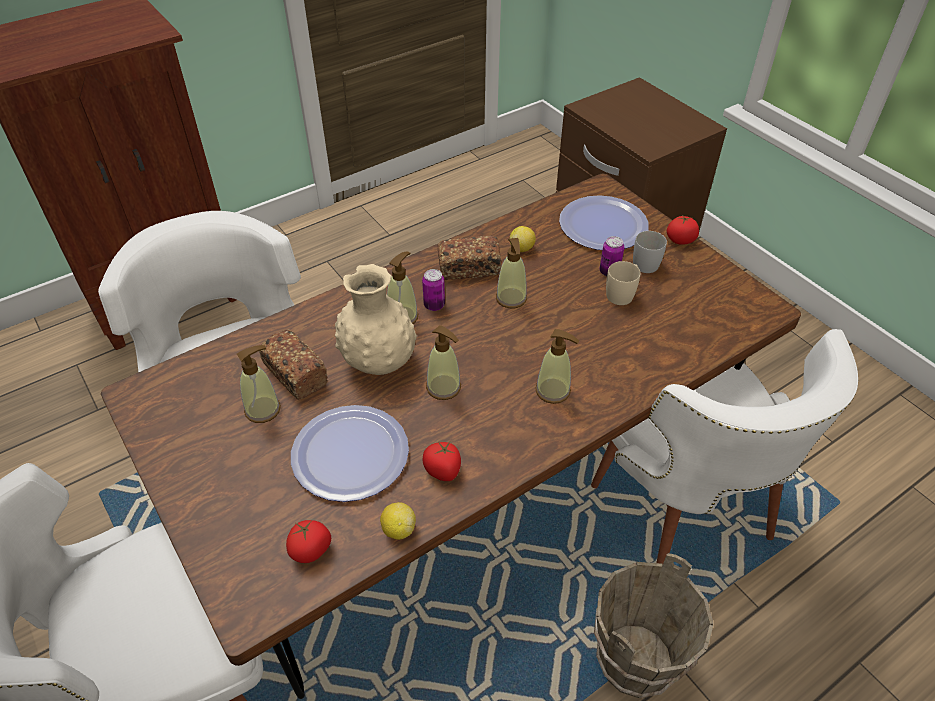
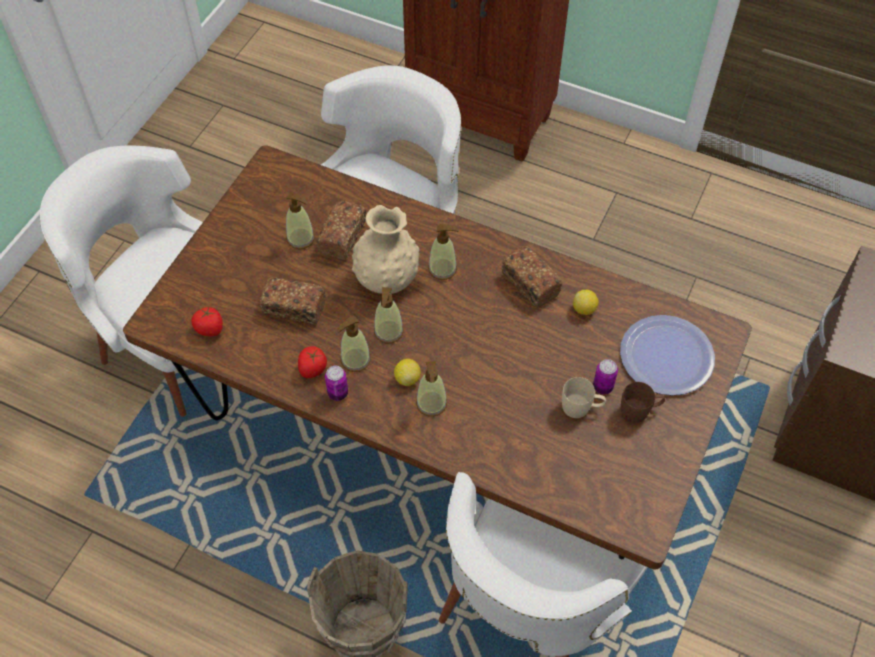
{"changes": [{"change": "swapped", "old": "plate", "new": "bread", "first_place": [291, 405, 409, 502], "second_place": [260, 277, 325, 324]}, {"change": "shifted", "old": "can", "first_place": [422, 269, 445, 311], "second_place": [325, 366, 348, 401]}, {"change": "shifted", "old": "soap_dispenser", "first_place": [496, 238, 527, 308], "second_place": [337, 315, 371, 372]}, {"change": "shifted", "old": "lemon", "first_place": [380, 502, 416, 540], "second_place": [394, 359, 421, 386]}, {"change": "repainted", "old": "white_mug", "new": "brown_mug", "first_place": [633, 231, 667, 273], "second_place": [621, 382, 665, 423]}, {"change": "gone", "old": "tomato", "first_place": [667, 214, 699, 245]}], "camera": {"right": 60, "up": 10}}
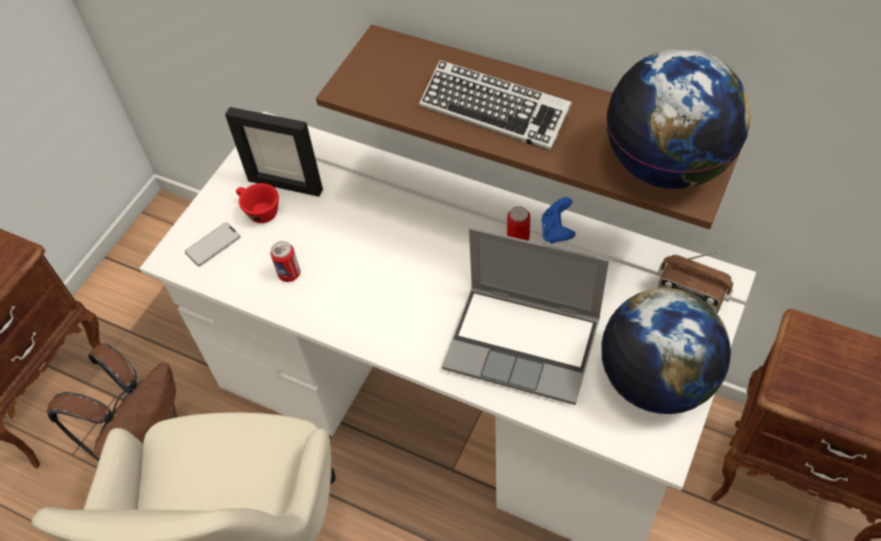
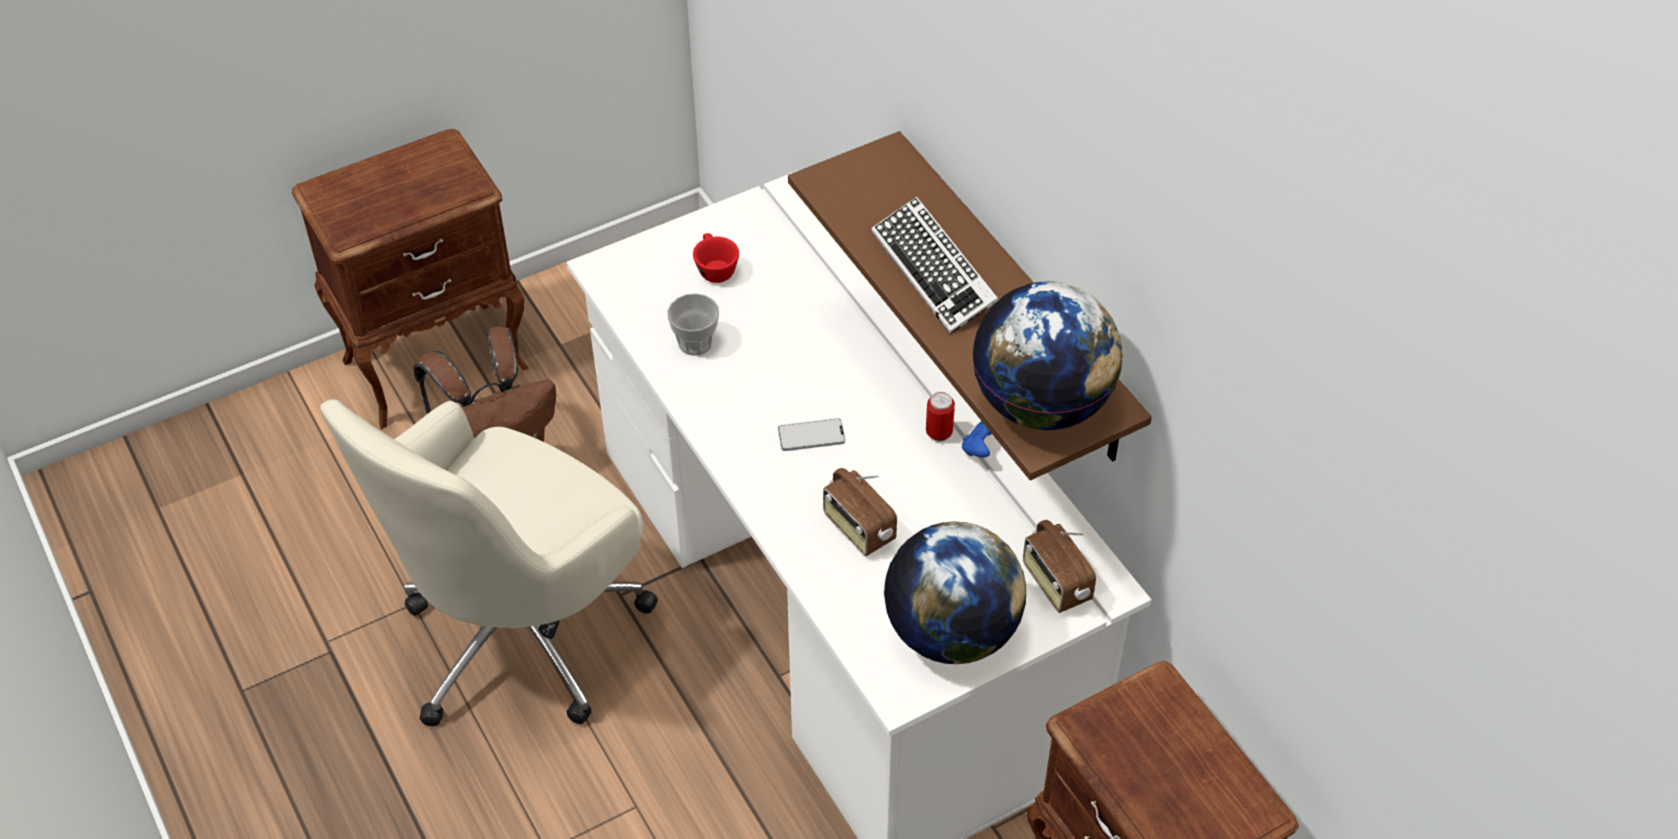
{"changes": [{"change": "swapped", "old": "can", "new": "cup", "first_place": [270, 241, 300, 282], "second_place": [667, 293, 719, 356]}, {"change": "shifted", "old": "phone", "first_place": [185, 223, 240, 266], "second_place": [778, 418, 845, 451]}, {"change": "swapped", "old": "laptop", "new": "radio", "first_place": [442, 227, 609, 405], "second_place": [823, 468, 897, 556]}, {"change": "gone", "old": "picture_frame", "first_place": [225, 107, 323, 197]}], "camera": {"right": 30, "up": -5}}
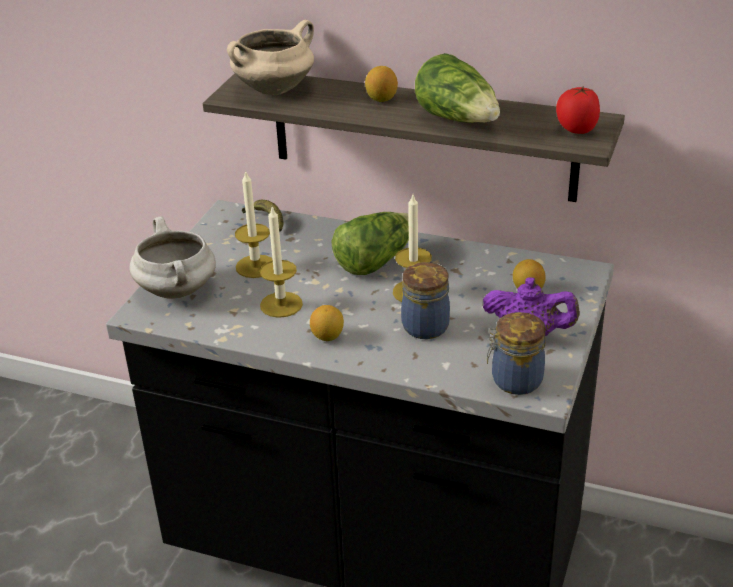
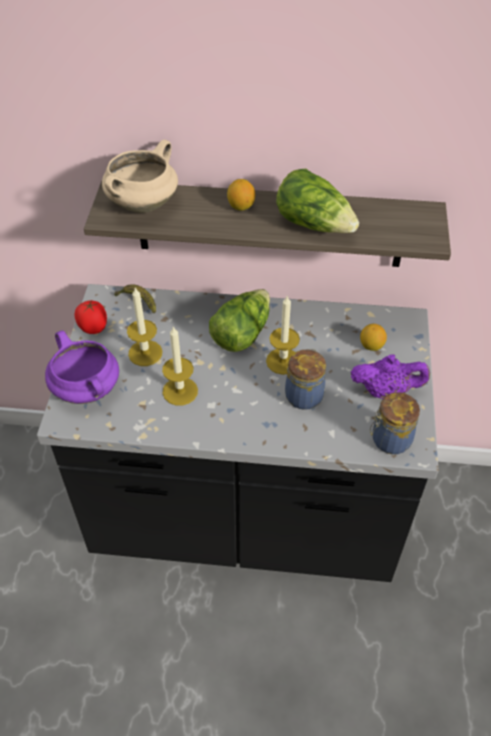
{"changes": [{"change": "repainted", "old": "white_cooking_pot", "new": "purple_cooking_pot", "first_place": [130, 217, 216, 299], "second_place": [45, 330, 119, 404]}, {"change": "shifted", "old": "tomato", "first_place": [556, 86, 600, 134], "second_place": [75, 300, 107, 334]}, {"change": "gone", "old": "lemon", "first_place": [310, 305, 344, 341]}], "camera": {"right": -15, "up": 15}}
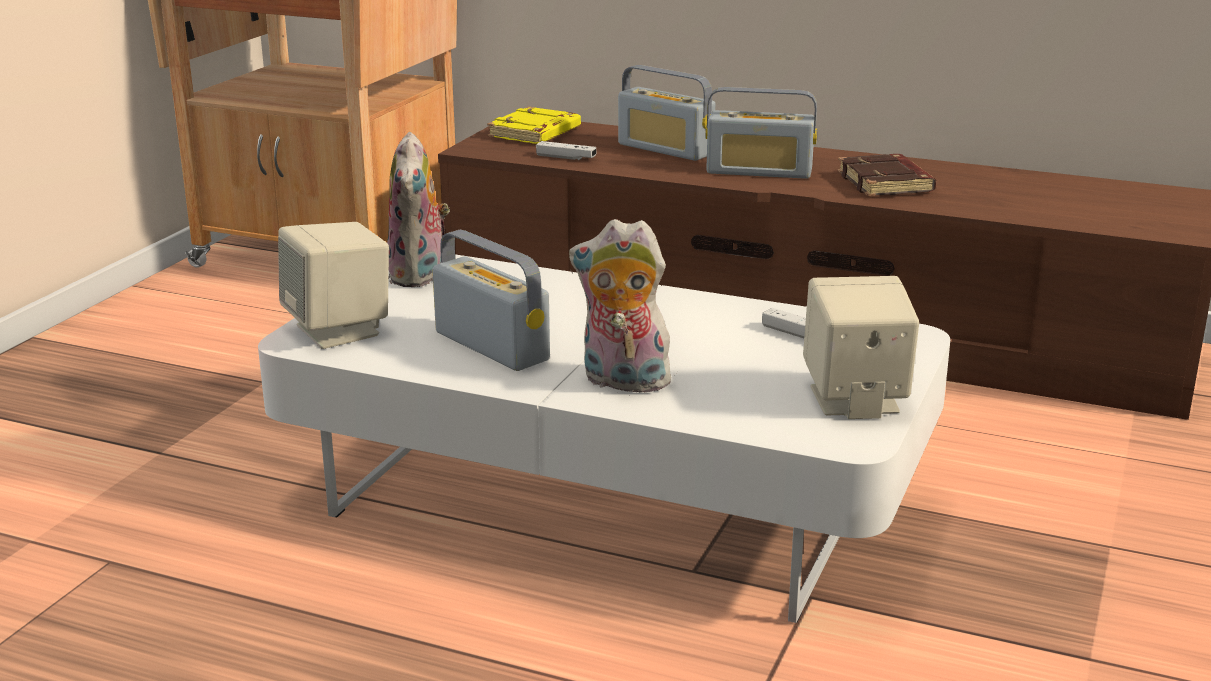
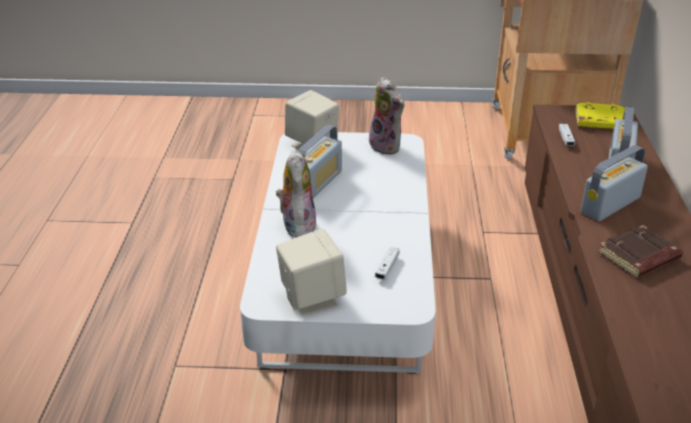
{"changes": [{"change": "rotated", "old": "plush_toy", "first_place": [387, 132, 450, 287], "second_place": [367, 77, 404, 155], "degrees": -105}, {"change": "rotated", "old": "radio", "first_place": [705, 87, 817, 179], "second_place": [581, 145, 648, 221], "degrees": 60}], "camera": {"right": 70, "up": 10}}
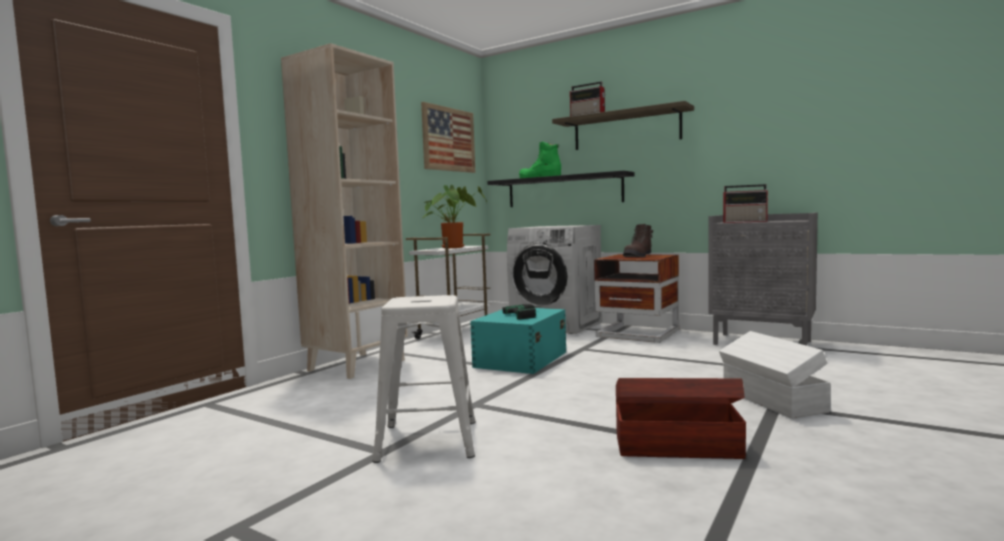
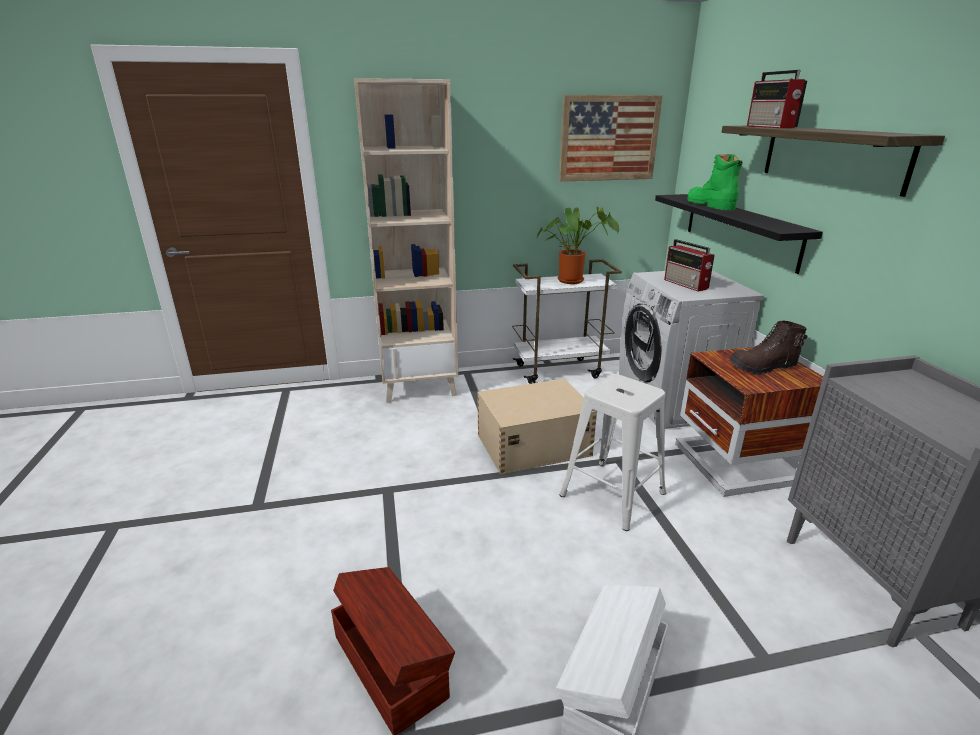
{"changes": [{"change": "repainted", "old": "turquoise_storage_box", "new": "beige_storage_box", "first_place": [470, 308, 566, 374], "second_place": [477, 379, 597, 475]}, {"change": "shifted", "old": "white_stool", "first_place": [372, 295, 476, 463], "second_place": [560, 374, 666, 531]}, {"change": "shifted", "old": "radio", "first_place": [723, 184, 769, 223], "second_place": [664, 239, 715, 291]}, {"change": "gone", "old": "power_drill", "first_place": [502, 304, 541, 320]}], "camera": {"right": 45, "up": 20}}
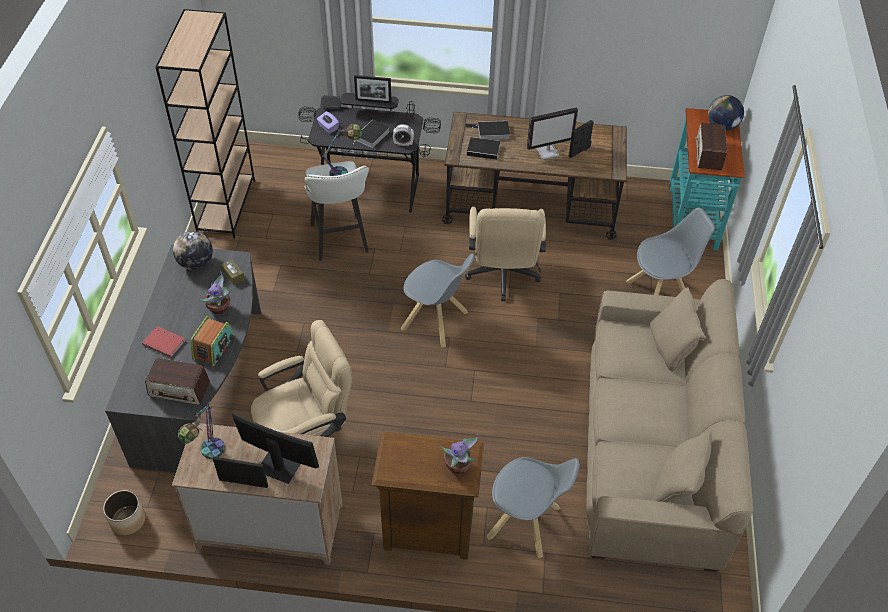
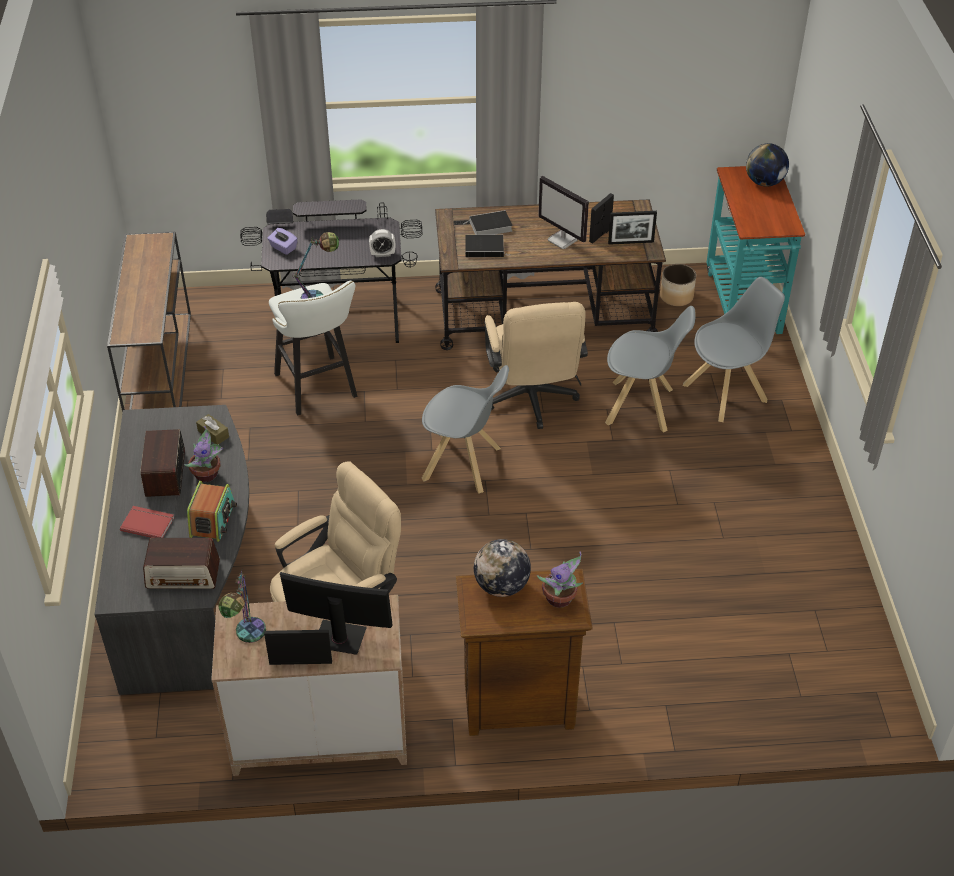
{"changes": [{"change": "swapped", "old": "beige_bookcase", "new": "brown_console_table", "first_place": [155, 9, 255, 239], "second_place": [107, 231, 191, 412]}, {"change": "shifted", "old": "radio", "first_place": [695, 123, 727, 170], "second_place": [140, 429, 185, 497]}, {"change": "shifted", "old": "globe", "first_place": [173, 231, 213, 270], "second_place": [474, 539, 531, 597]}, {"change": "rotated", "old": "monitor", "first_place": [527, 107, 578, 160], "second_place": [538, 176, 589, 249], "degrees": 75}, {"change": "shifted", "old": "grey_chair", "first_place": [487, 457, 580, 558], "second_place": [605, 306, 695, 433]}, {"change": "shifted", "old": "picture_frame", "first_place": [354, 75, 391, 103], "second_place": [608, 211, 657, 245]}, {"change": "shifted", "old": "planter", "first_place": [103, 490, 145, 535], "second_place": [660, 264, 696, 306]}, {"change": "gone", "old": "book", "first_place": [353, 120, 390, 148]}, {"change": "gone", "old": "beige_sofa", "first_place": [586, 279, 753, 572]}], "camera": {"right": -10, "up": -5}}
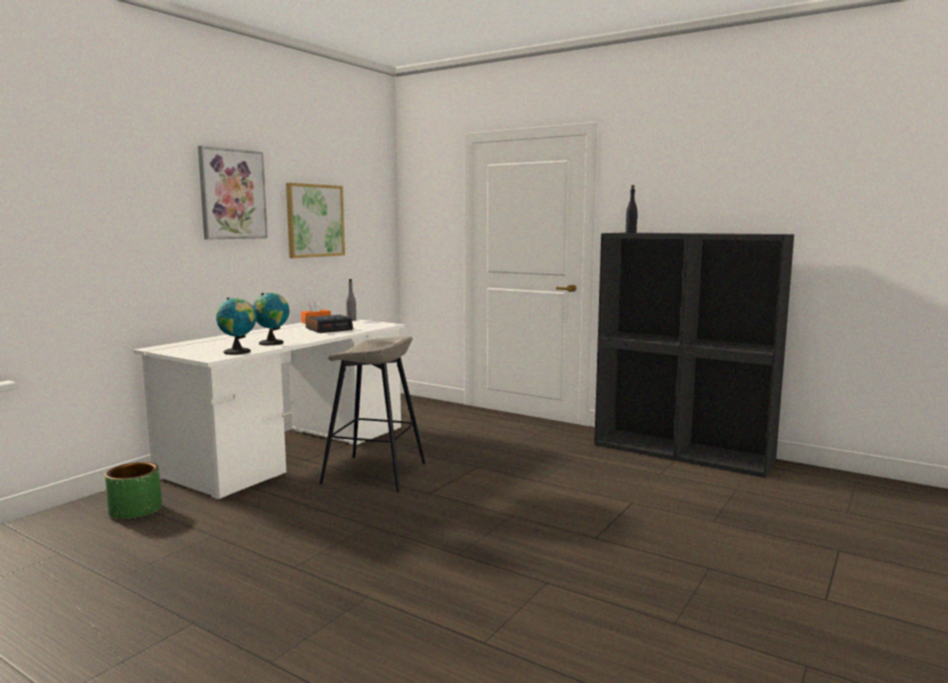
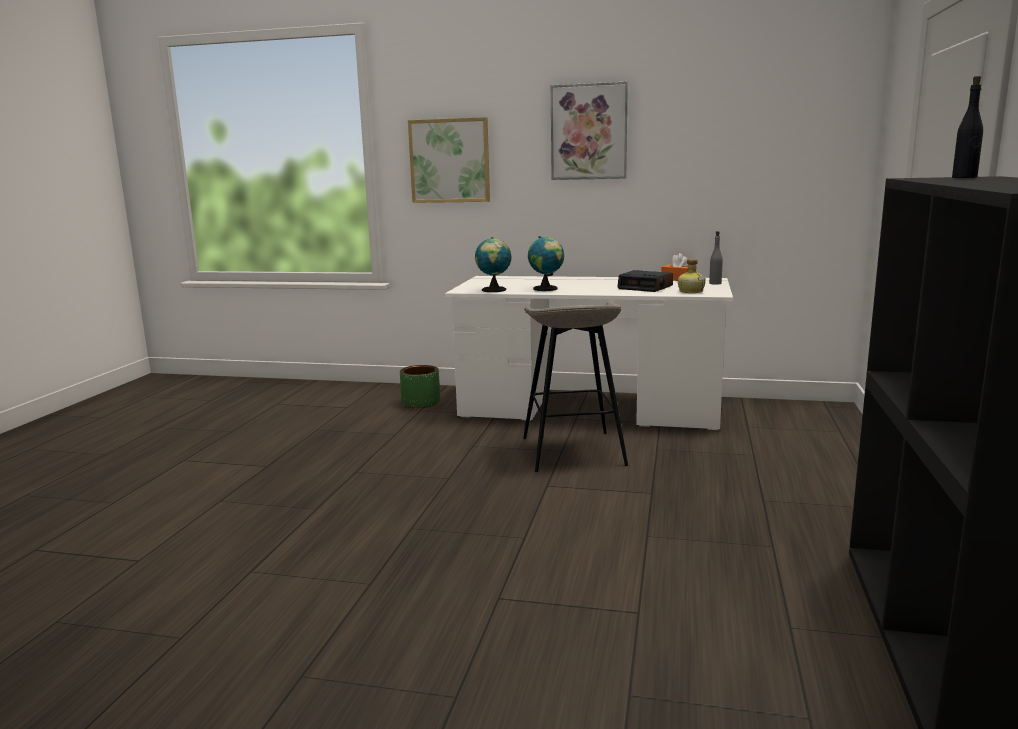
{"changes": [{"change": "shifted", "old": "picture", "first_place": [286, 183, 345, 258], "second_place": [408, 117, 490, 203]}, {"change": "new", "new": "bottle", "second_place": [678, 259, 706, 293]}], "camera": {"right": 70, "up": 5}}
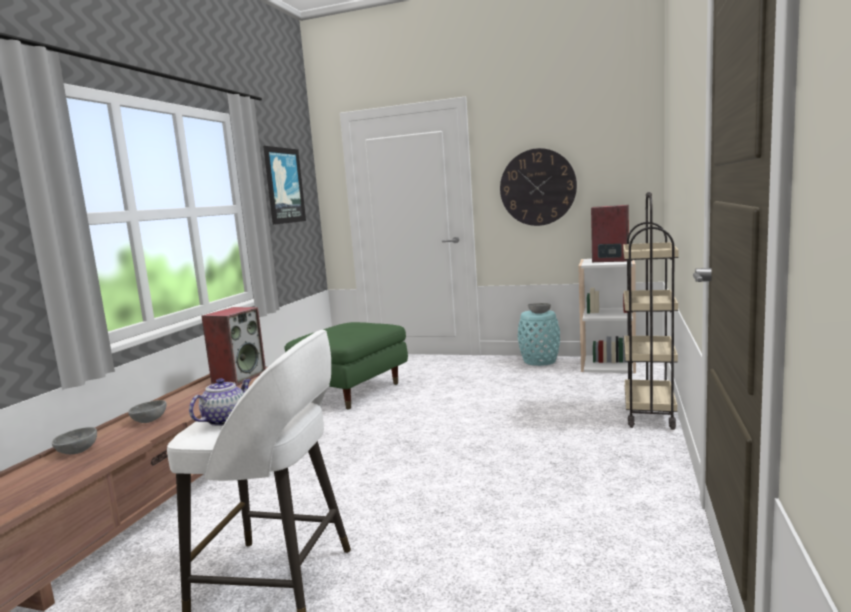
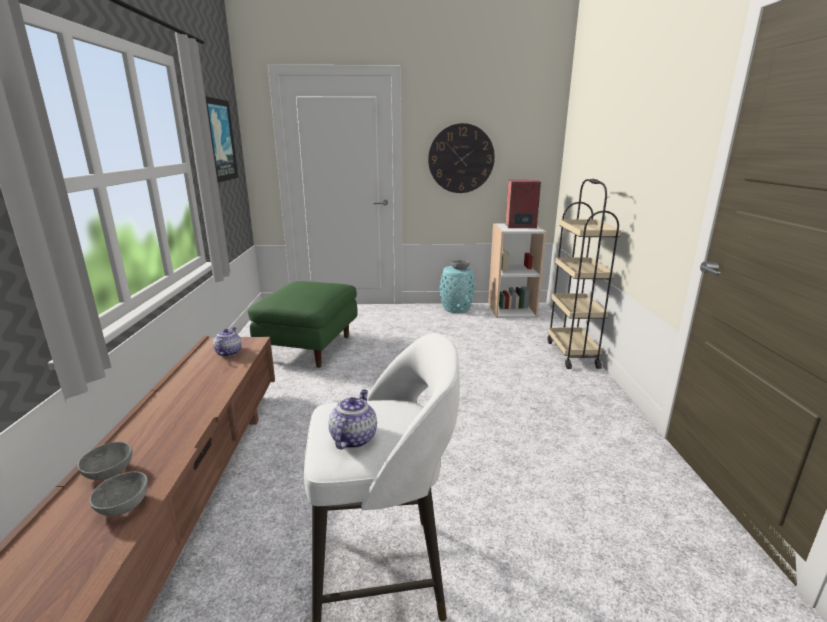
{"changes": [{"change": "shifted", "old": "grey_bowl", "first_place": [128, 400, 167, 423], "second_place": [89, 471, 148, 516]}, {"change": "swapped", "old": "speaker", "new": "teapot", "first_place": [201, 307, 266, 386], "second_place": [213, 327, 242, 357]}], "camera": {"right": -20, "up": 10}}
